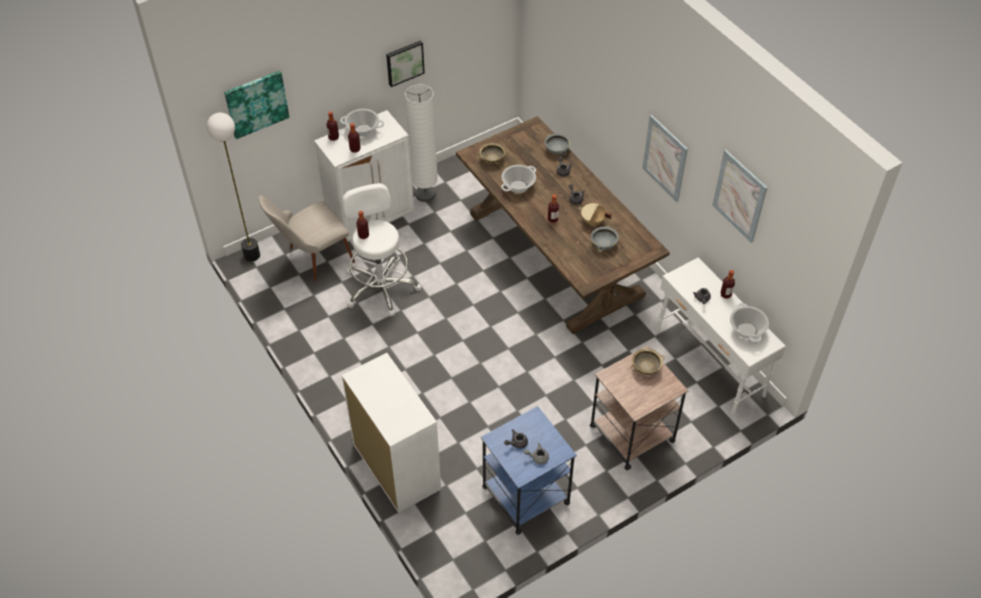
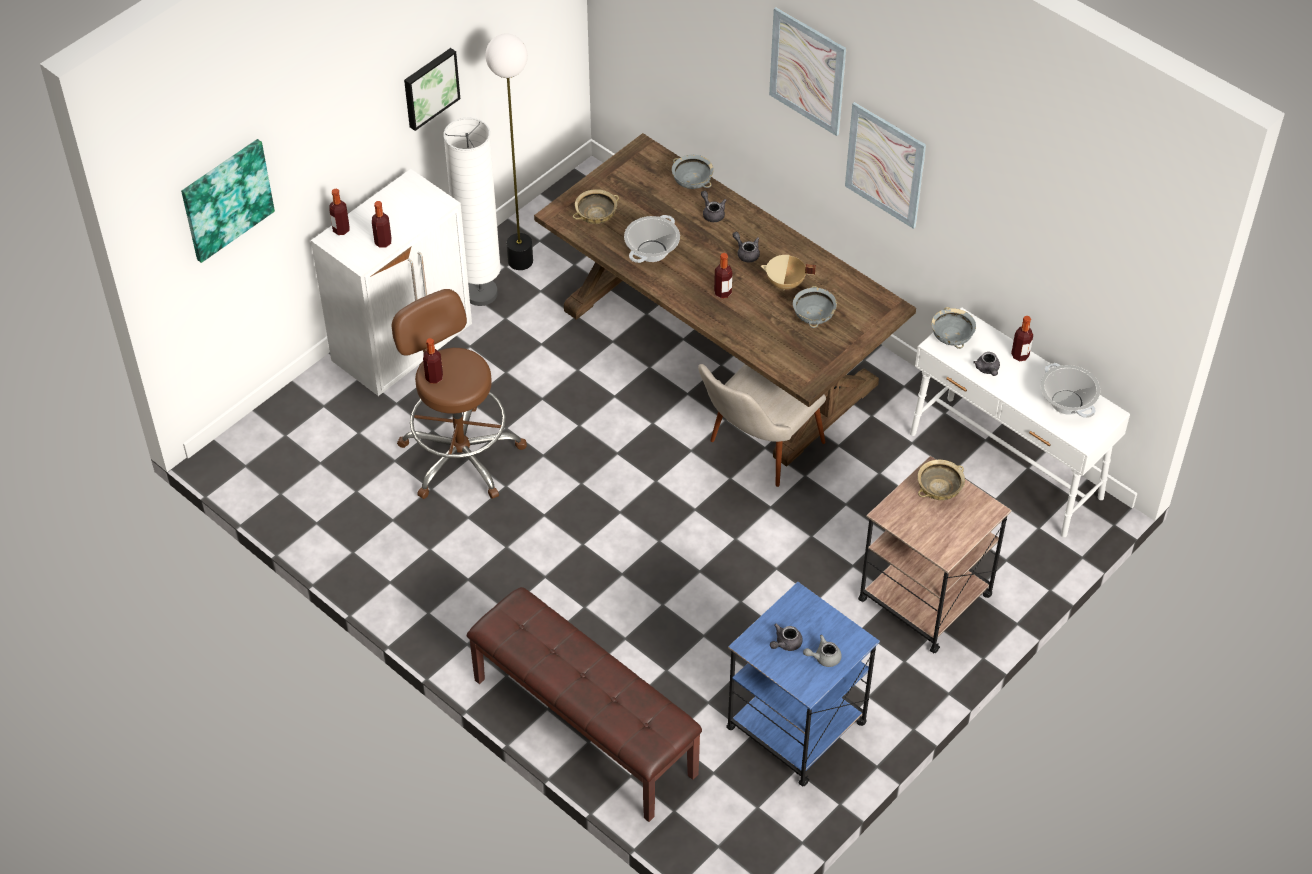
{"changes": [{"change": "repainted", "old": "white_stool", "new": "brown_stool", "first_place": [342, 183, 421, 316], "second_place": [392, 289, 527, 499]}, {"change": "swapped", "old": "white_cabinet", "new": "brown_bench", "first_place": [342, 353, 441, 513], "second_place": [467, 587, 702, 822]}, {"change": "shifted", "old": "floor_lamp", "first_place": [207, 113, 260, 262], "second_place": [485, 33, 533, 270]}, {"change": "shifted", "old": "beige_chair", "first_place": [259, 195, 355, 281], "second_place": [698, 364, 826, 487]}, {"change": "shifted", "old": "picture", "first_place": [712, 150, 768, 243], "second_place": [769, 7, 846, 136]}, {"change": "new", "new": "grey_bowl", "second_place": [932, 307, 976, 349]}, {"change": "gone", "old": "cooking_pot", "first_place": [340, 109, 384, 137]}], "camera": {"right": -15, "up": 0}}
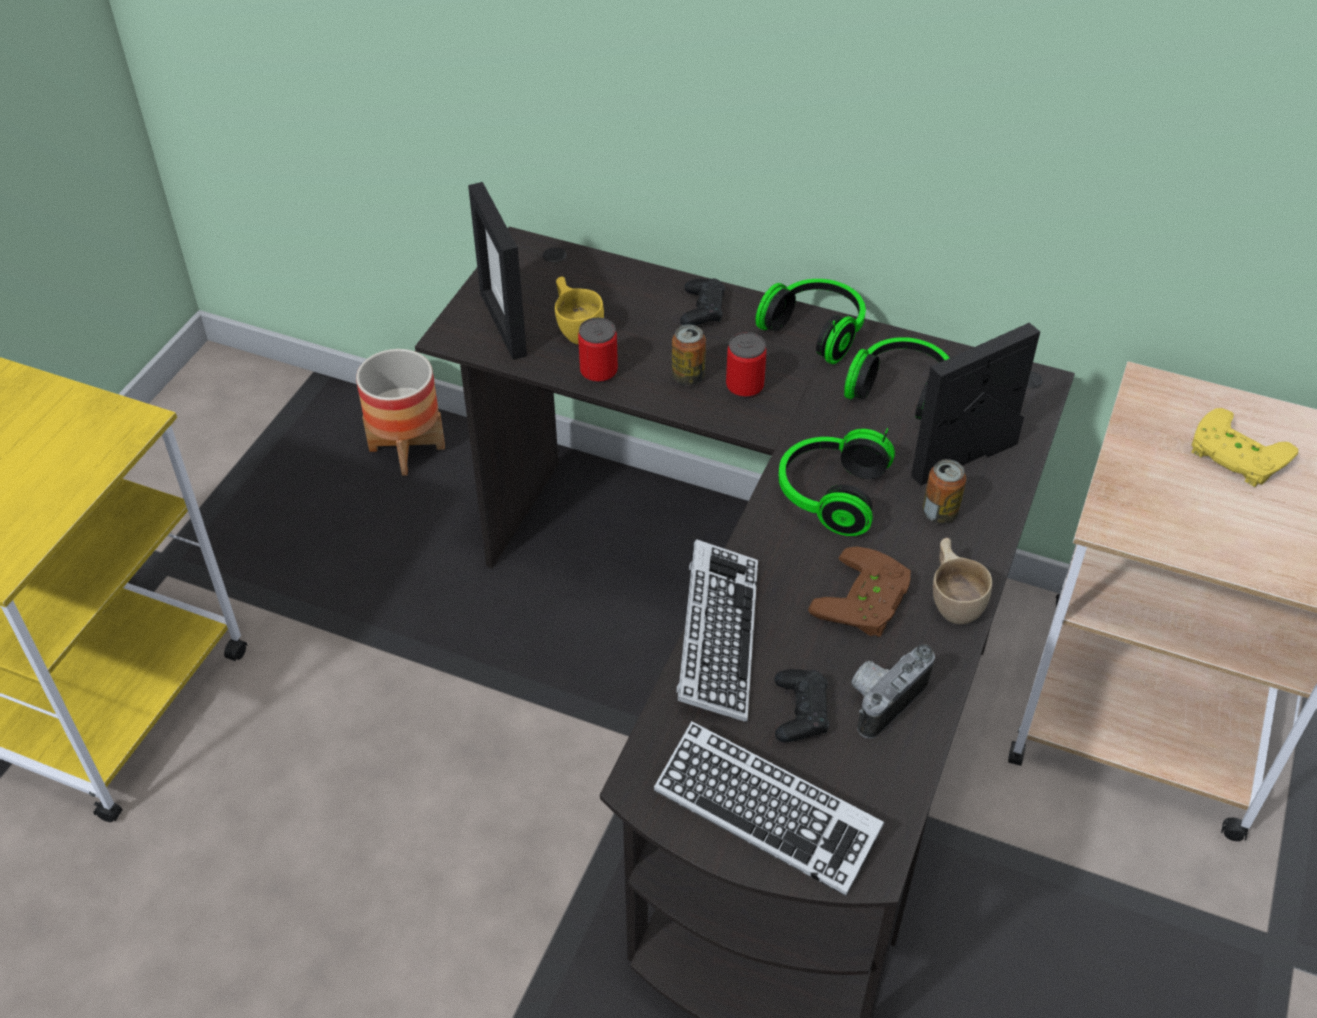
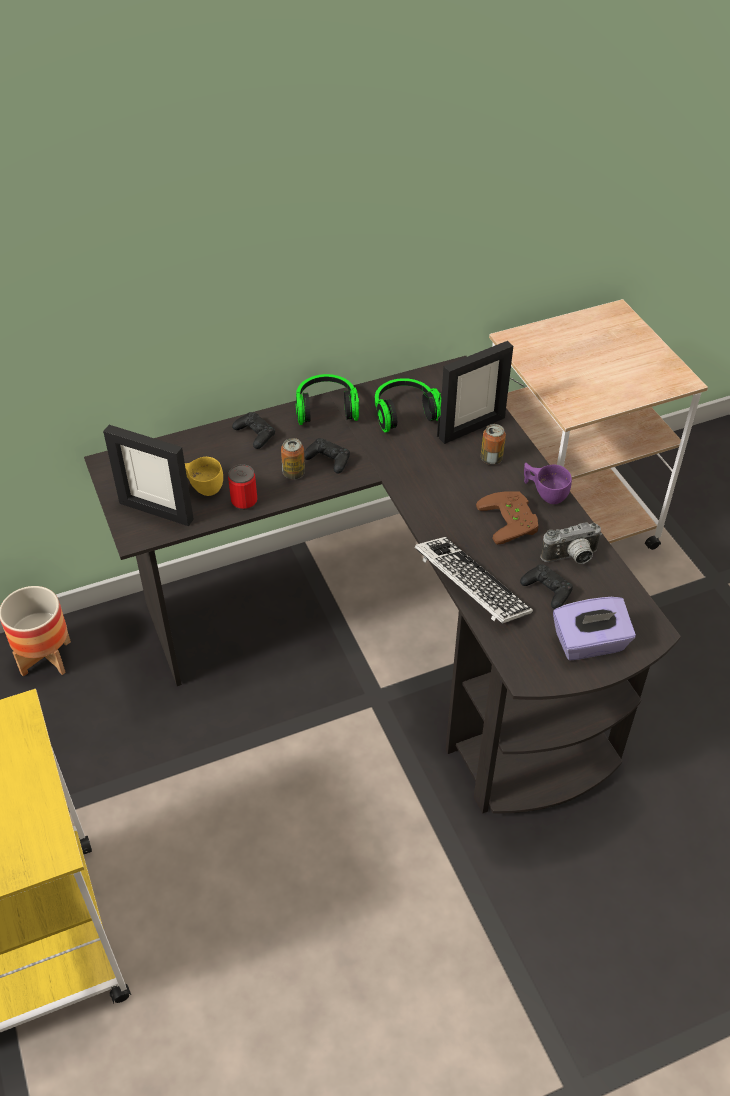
{"changes": [{"change": "swapped", "old": "can", "new": "black_game_controller", "first_place": [726, 332, 767, 399], "second_place": [304, 438, 350, 473]}, {"change": "rotated", "old": "picture_frame", "first_place": [911, 323, 1040, 485], "second_place": [437, 341, 513, 444], "degrees": -135}, {"change": "repainted", "old": "beige_cup", "new": "purple_cup", "first_place": [933, 538, 992, 624], "second_place": [524, 463, 572, 504]}, {"change": "rotated", "old": "photo_camera", "first_place": [852, 644, 935, 739], "second_place": [541, 522, 602, 564], "degrees": -105}, {"change": "swapped", "old": "keyboard", "new": "purple_tissue_box", "first_place": [654, 721, 884, 896], "second_place": [553, 597, 636, 660]}, {"change": "gone", "old": "headphones", "first_place": [778, 428, 895, 536]}, {"change": "gone", "old": "yellow_game_controller", "first_place": [1191, 408, 1298, 487]}], "camera": {"right": -45, "up": 0}}
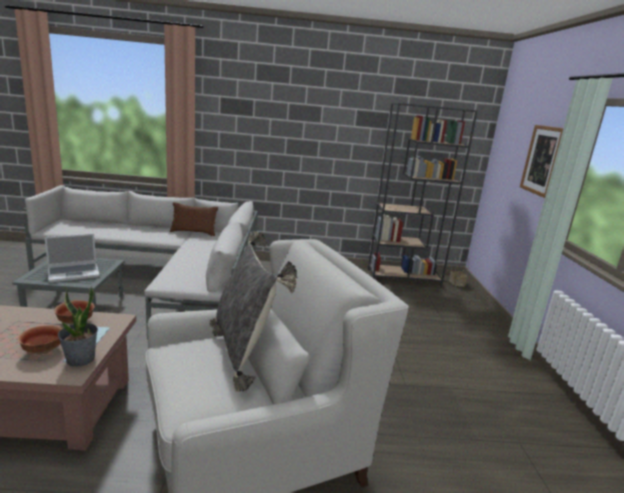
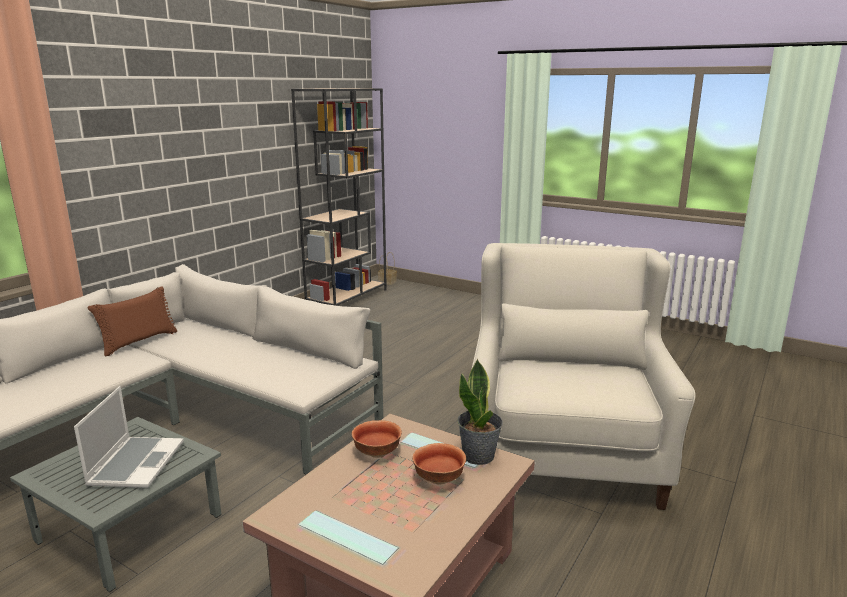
{"changes": [{"change": "gone", "old": "pillow", "first_place": [209, 231, 297, 392]}, {"change": "gone", "old": "picture", "first_place": [520, 125, 563, 198]}], "camera": {"right": -55, "up": 0}}
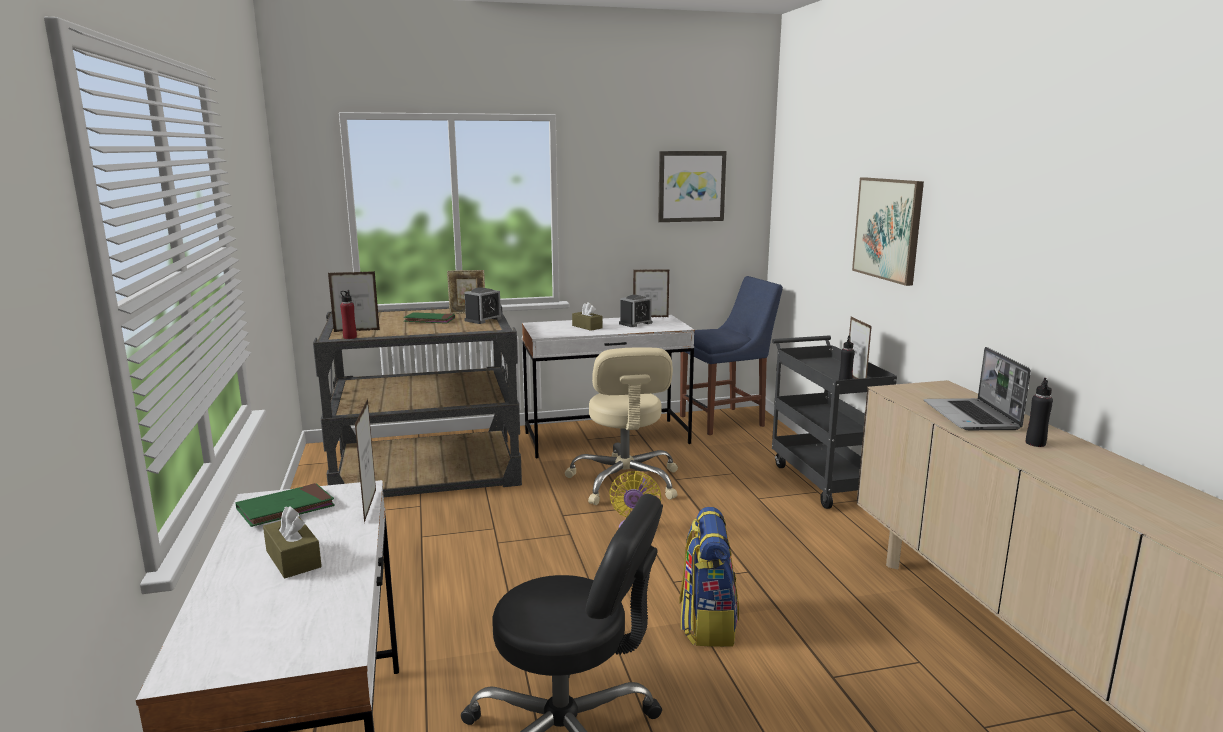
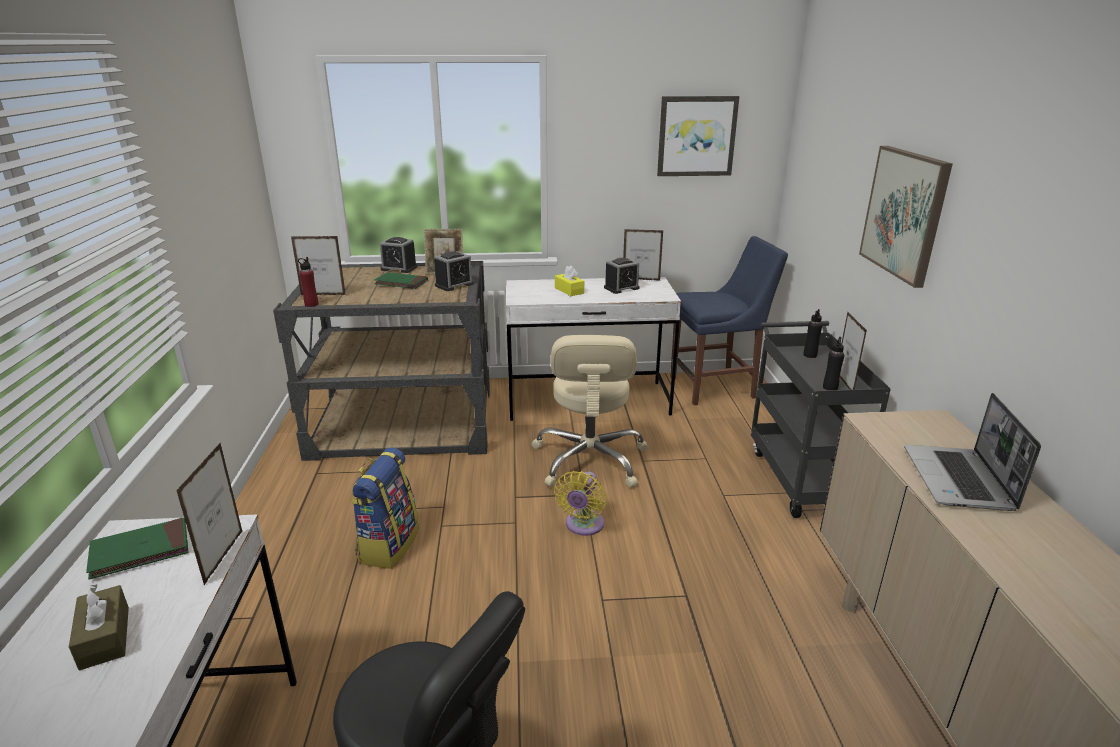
{"changes": [{"change": "shifted", "old": "backpack", "first_place": [679, 507, 739, 647], "second_place": [350, 447, 419, 569]}, {"change": "new", "new": "alarm_clock", "second_place": [379, 237, 417, 273]}, {"change": "repainted", "old": "brown_tissue_box", "new": "yellow_tissue_box", "first_place": [572, 302, 603, 331], "second_place": [555, 265, 584, 296]}, {"change": "shifted", "old": "black_bottle", "first_place": [1026, 378, 1053, 447], "second_place": [803, 309, 822, 358]}], "camera": {"right": 10, "up": 10}}
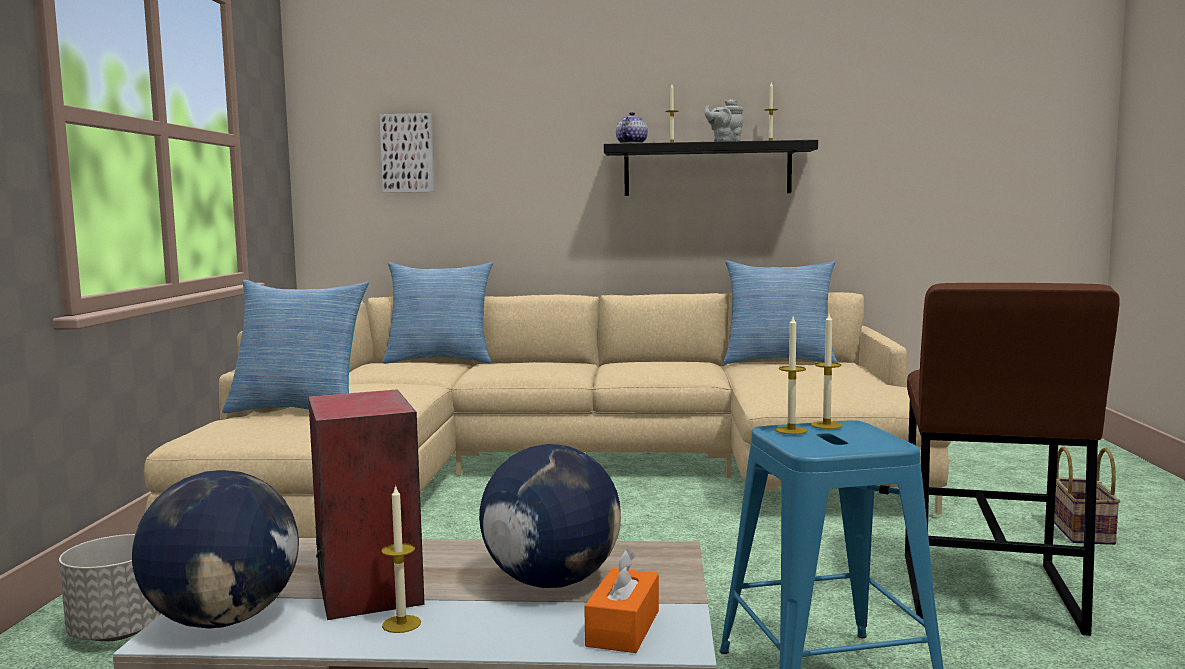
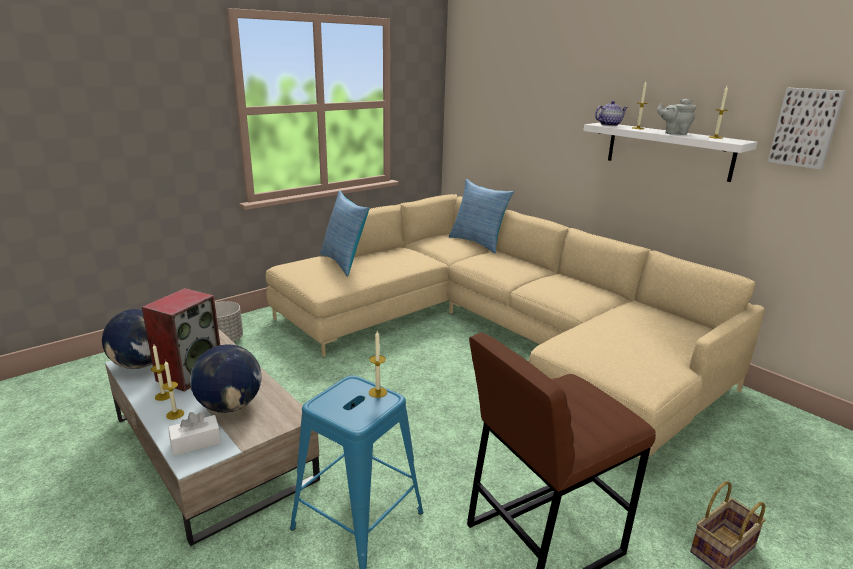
{"changes": [{"change": "shifted", "old": "candle", "first_place": [776, 317, 807, 434], "second_place": [162, 361, 184, 420]}, {"change": "repainted", "old": "orange_tissue_box", "new": "white_tissue_box", "first_place": [584, 549, 659, 653], "second_place": [168, 412, 221, 456]}, {"change": "repainted", "old": "black_shelf", "new": "white_shelf", "first_place": [604, 140, 818, 196], "second_place": [583, 123, 757, 182]}, {"change": "shifted", "old": "picture", "first_place": [379, 113, 435, 193], "second_place": [768, 88, 846, 170]}, {"change": "gone", "old": "pillow", "first_place": [724, 260, 838, 364]}], "camera": {"right": 45, "up": 15}}
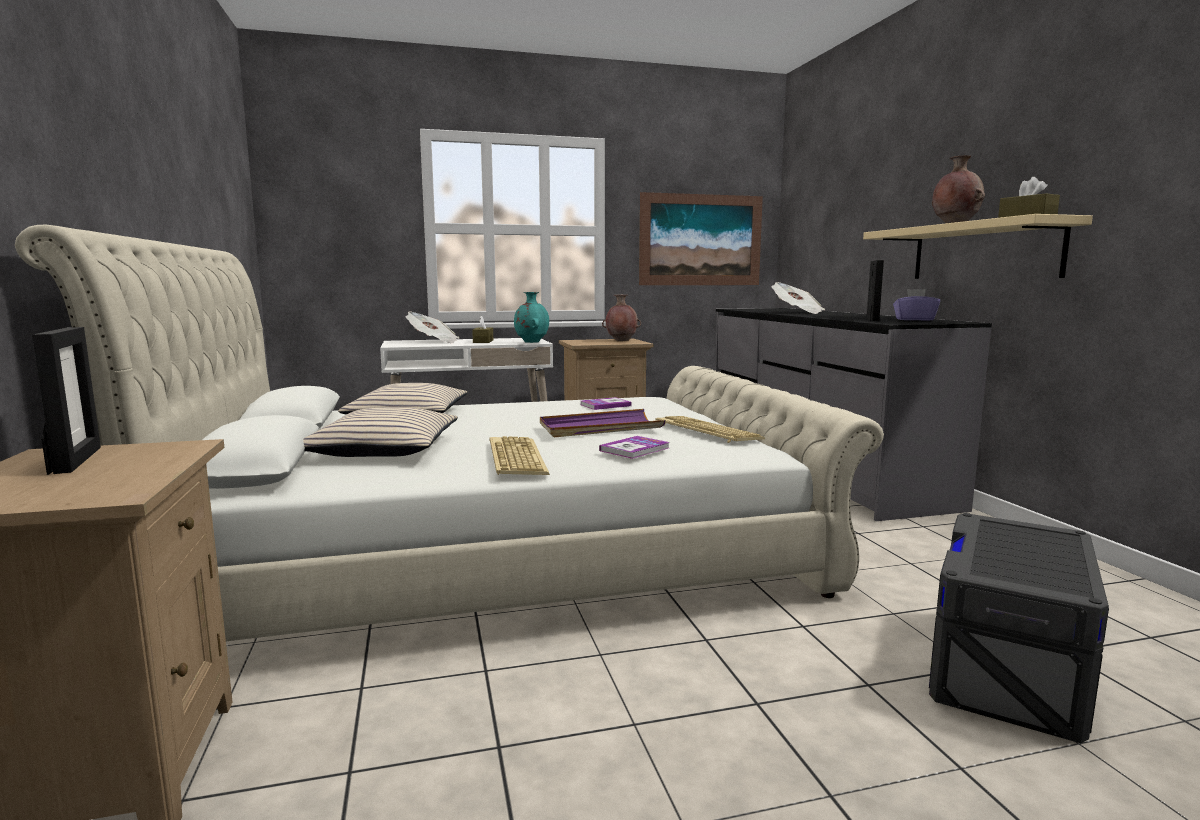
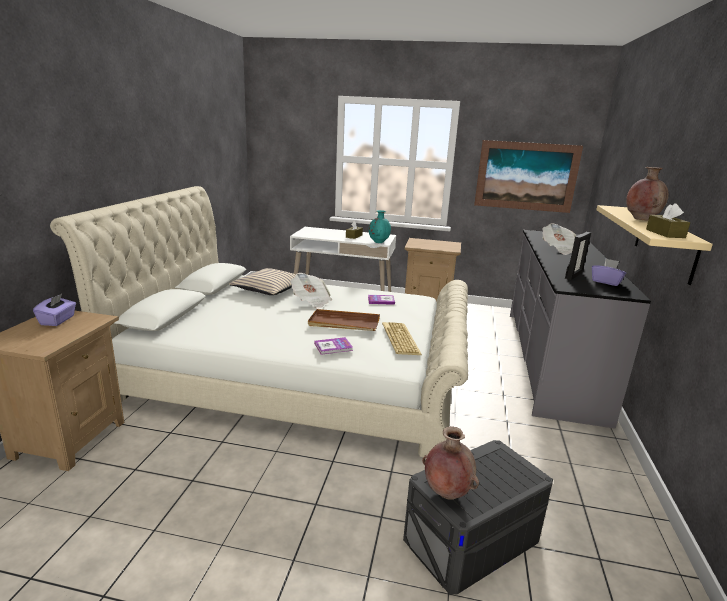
{"changes": [{"change": "swapped", "old": "picture_frame", "new": "purple_tissue_box", "first_place": [32, 327, 101, 475], "second_place": [33, 294, 76, 326]}, {"change": "shifted", "old": "newspaper", "first_place": [405, 311, 459, 343], "second_place": [290, 273, 332, 309]}, {"change": "repainted", "old": "purple_tray", "new": "brown_tray", "first_place": [540, 409, 665, 437], "second_place": [308, 309, 380, 331]}, {"change": "shifted", "old": "brown_vase", "first_place": [602, 295, 641, 341], "second_place": [422, 426, 479, 500]}, {"change": "gone", "old": "beige_pillow", "first_place": [303, 407, 458, 457]}, {"change": "gone", "old": "keyboard", "first_place": [489, 436, 550, 475]}], "camera": {"right": 25, "up": 10}}
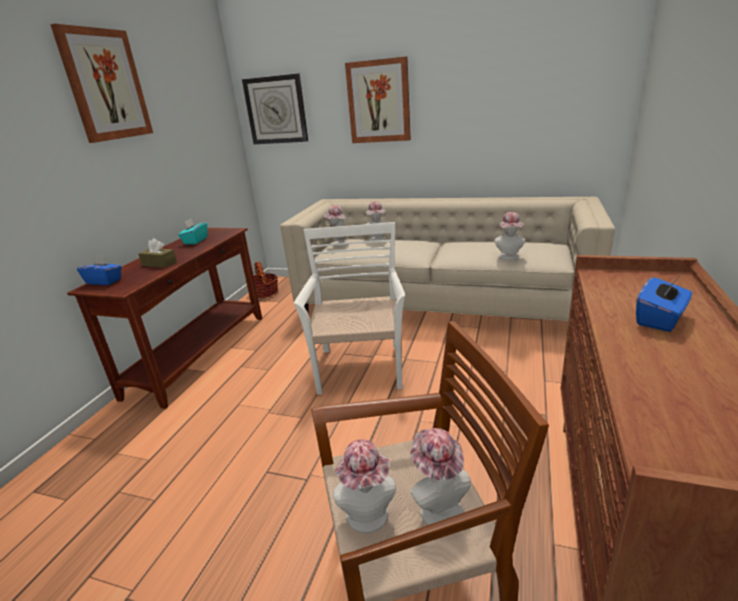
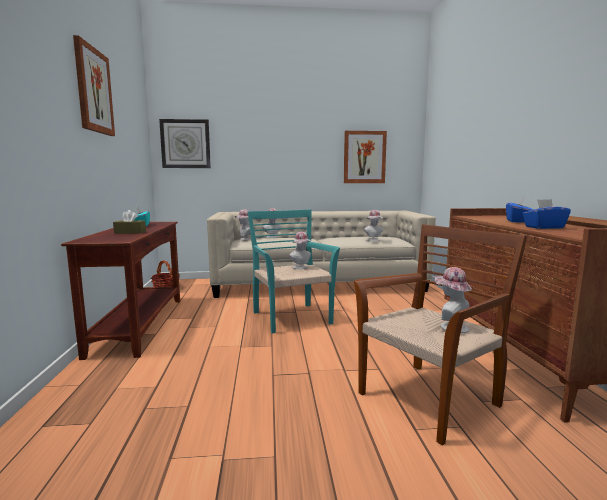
{"changes": [{"change": "repainted", "old": "white_armchair", "new": "turquoise_armchair", "first_place": [294, 222, 405, 394], "second_place": [248, 209, 340, 334]}, {"change": "shifted", "old": "hat", "first_place": [333, 439, 396, 533], "second_place": [289, 232, 311, 269]}, {"change": "shifted", "old": "picture", "first_place": [345, 56, 411, 143], "second_place": [344, 131, 387, 183]}, {"change": "shifted", "old": "blue_tissue_box", "first_place": [77, 255, 122, 285], "second_place": [522, 199, 571, 229]}], "camera": {"right": -25, "up": -15}}
